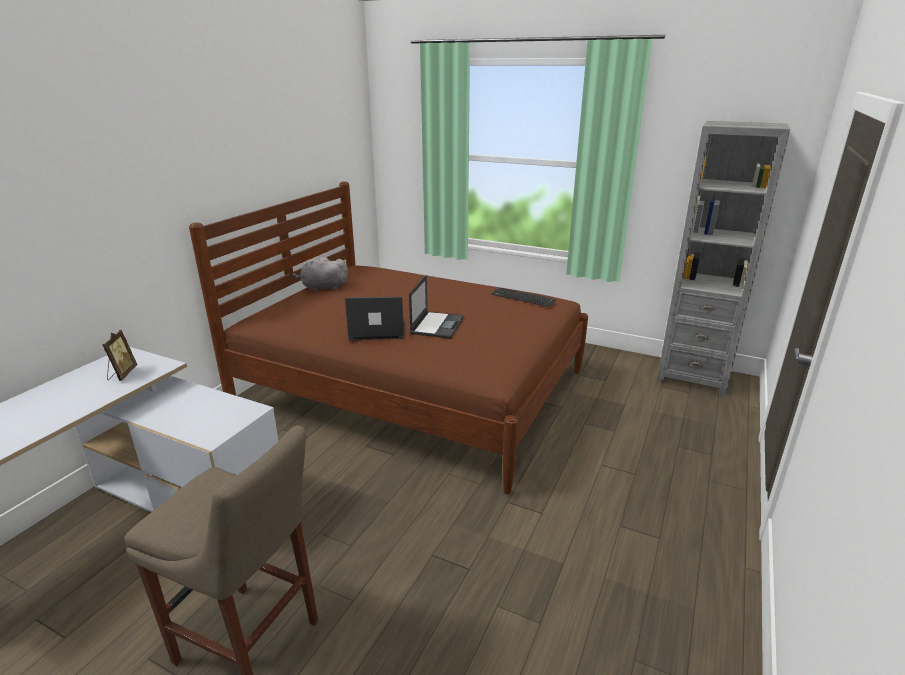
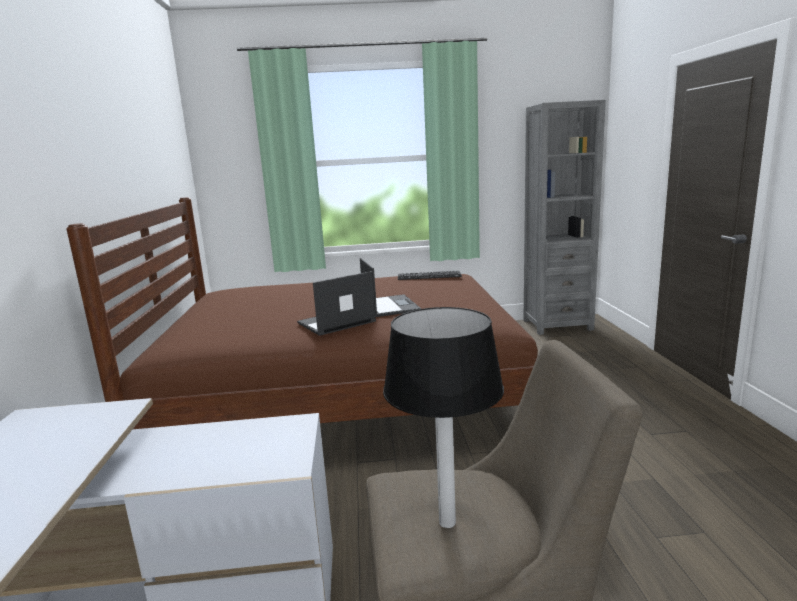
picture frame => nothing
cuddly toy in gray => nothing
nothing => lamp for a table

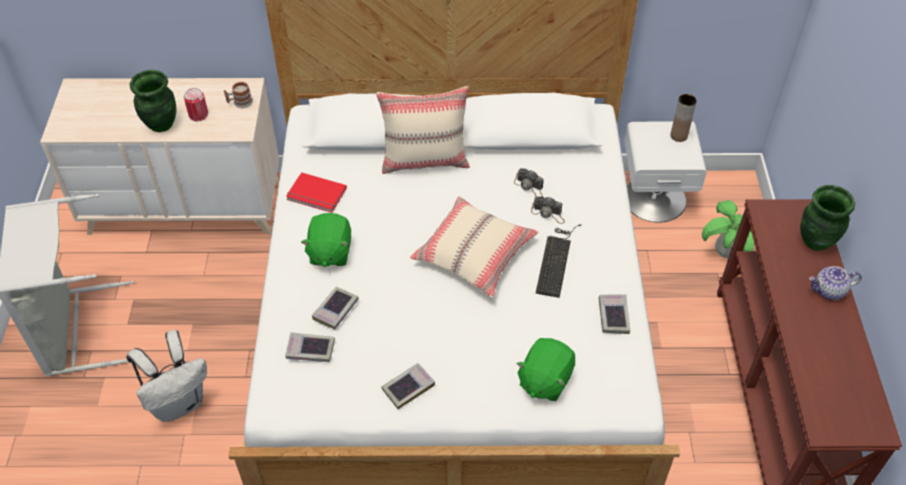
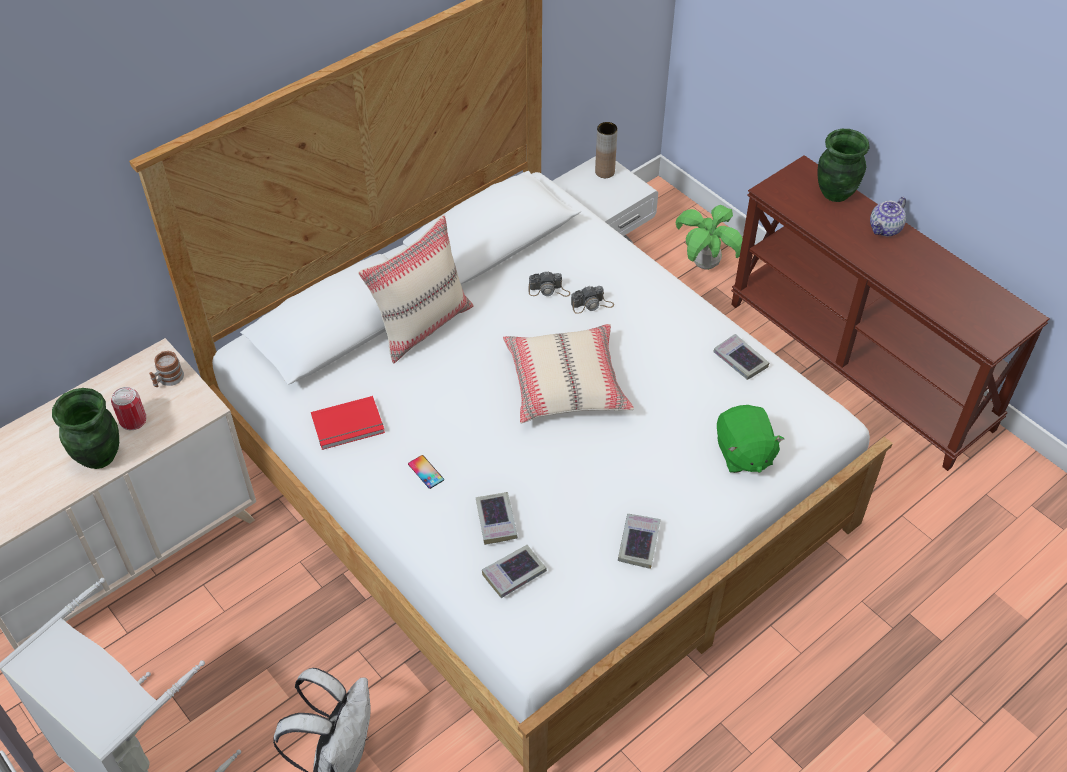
computer keyboard => nothing
cuddly toy in greenish (1st from left) => telephone

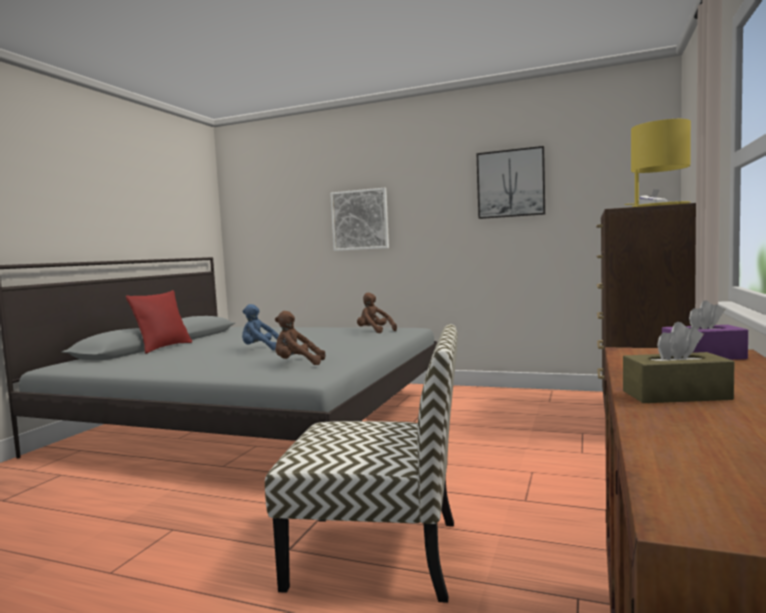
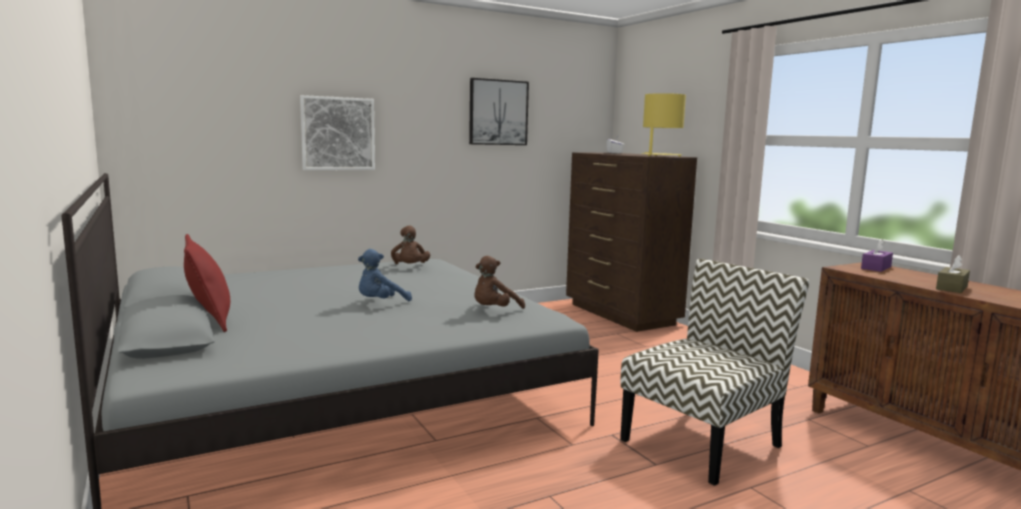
cuddly toy in brownish (2nd from left in the first image) => cuddly toy in brownish (1st from left), 90 degrees counterclockwise

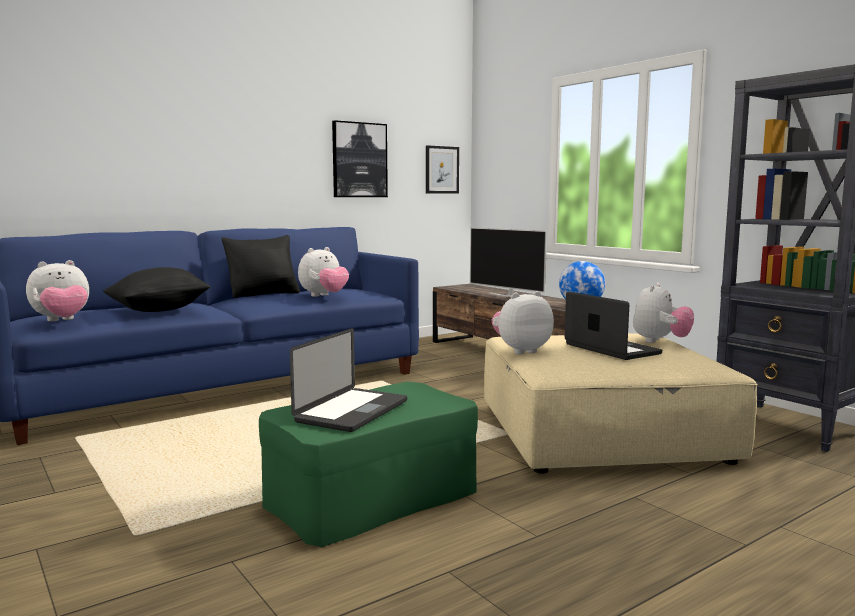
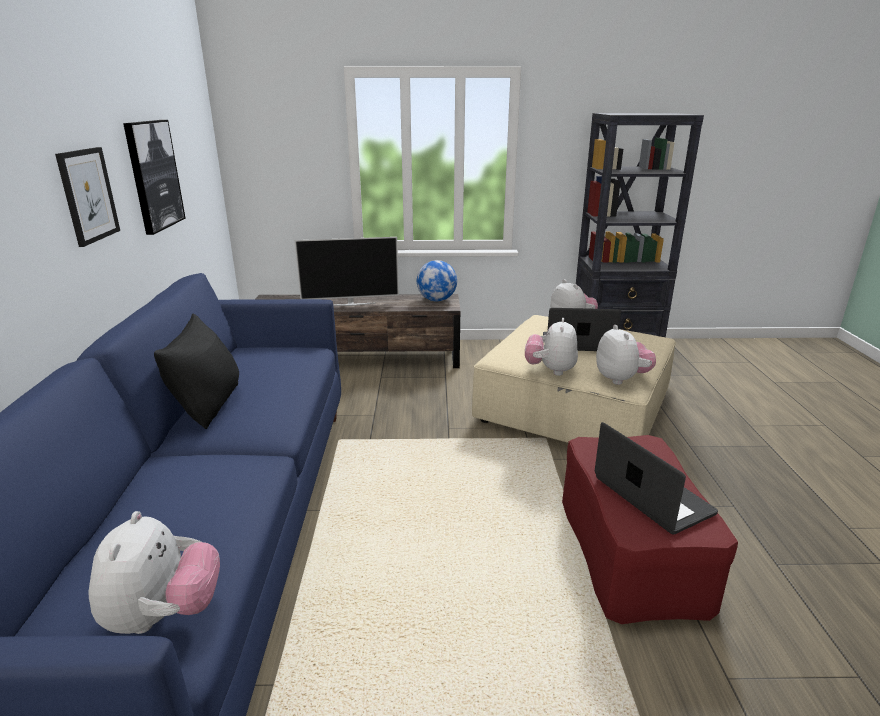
throw pillow in black-coloured (1st from left) => nothing
cuddly toy (2nd from left in the first image) => cuddly toy (4th from left), moved
wall art (2nd from left in the first image) => wall art (1st from left), moved
ottoman in greenish => ottoman in red

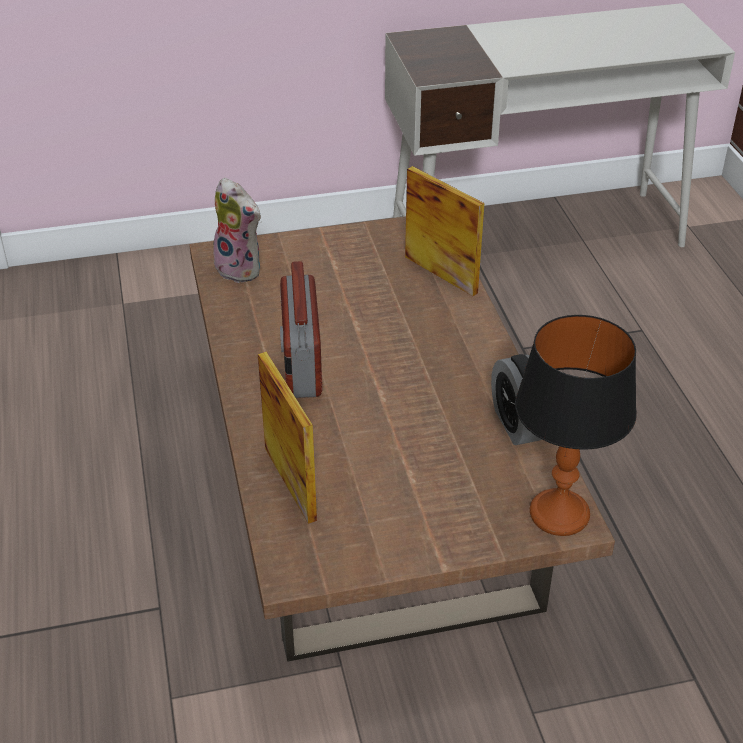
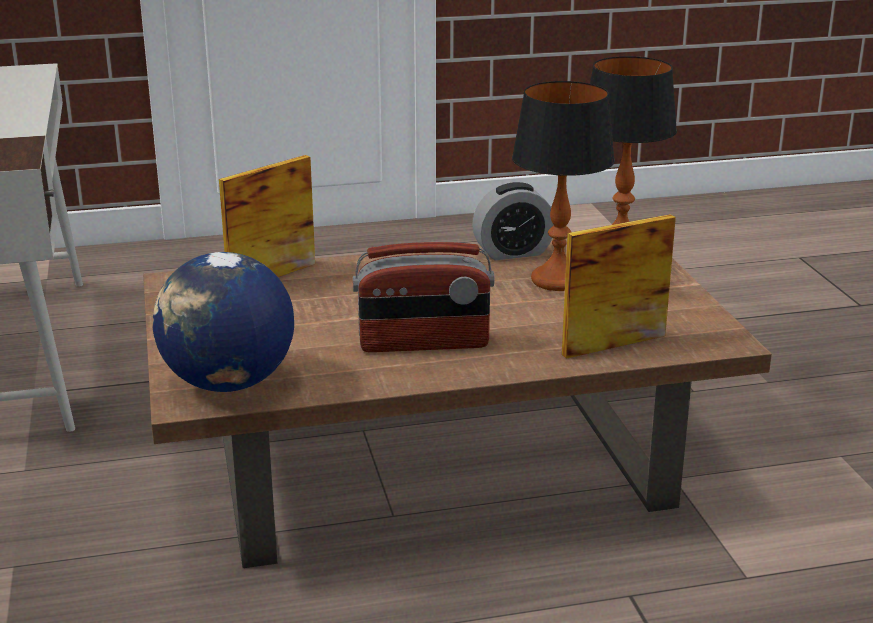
nothing => lamp for a table (1st from left)
cuddly toy => desk globe

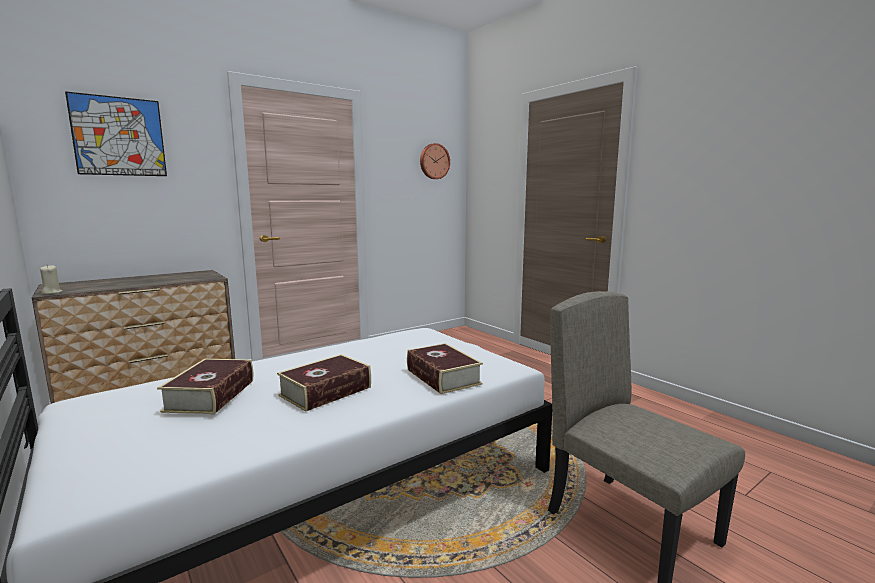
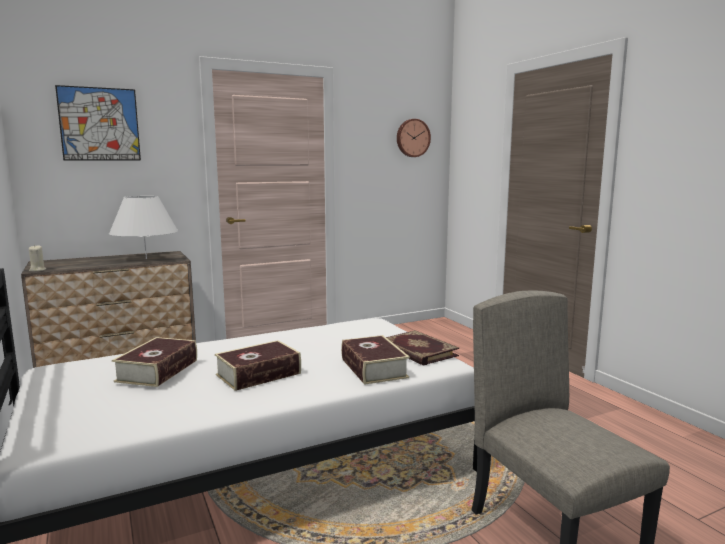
nothing => lamp for a table in white
nothing => book (4th from left)

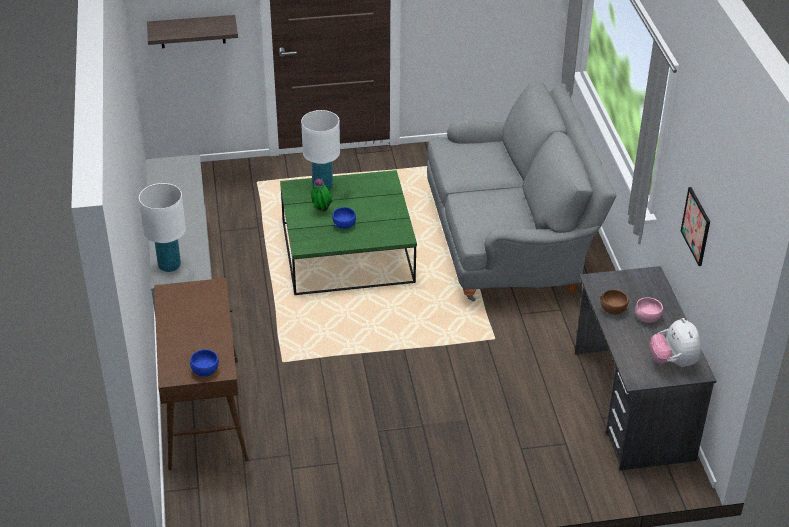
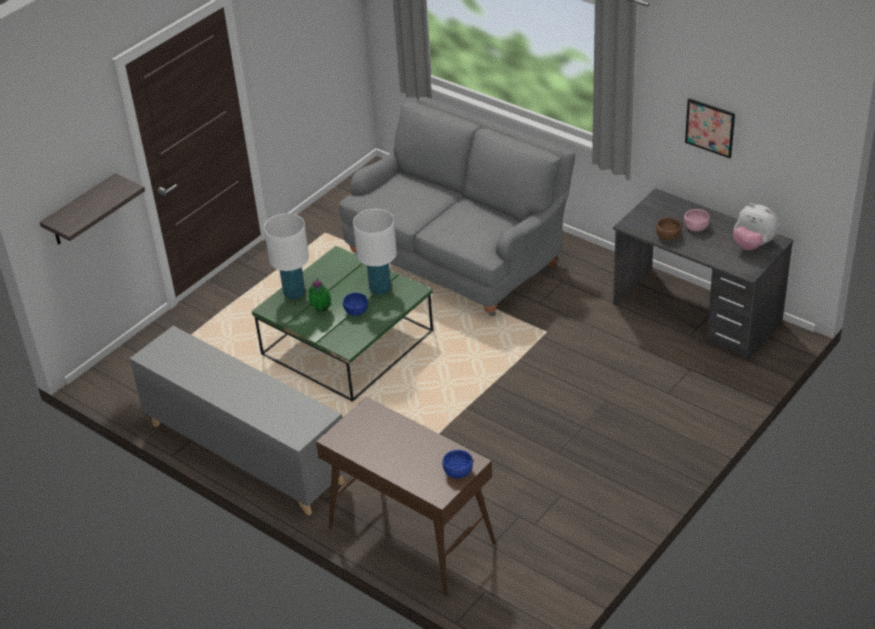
lamp for a table in white (1st from left in the first image) => lamp for a table in white (2nd from left), moved

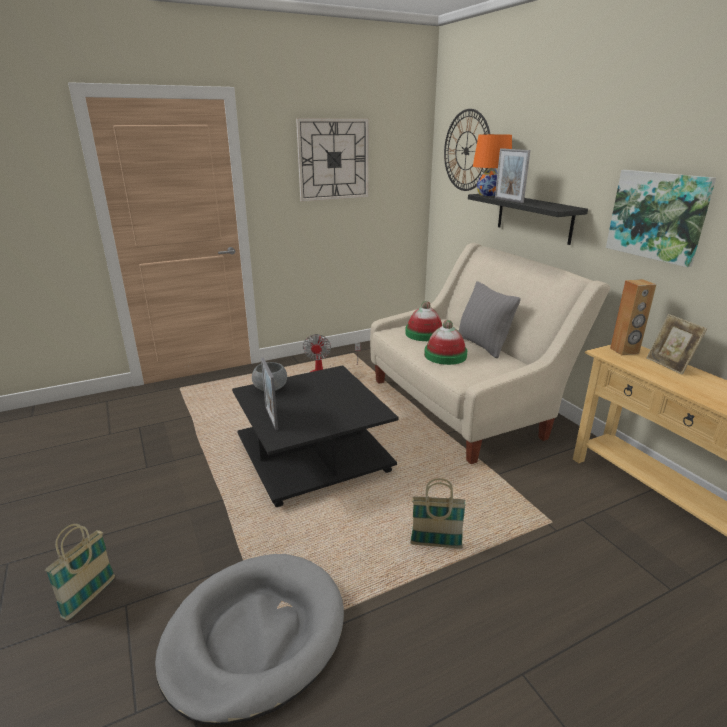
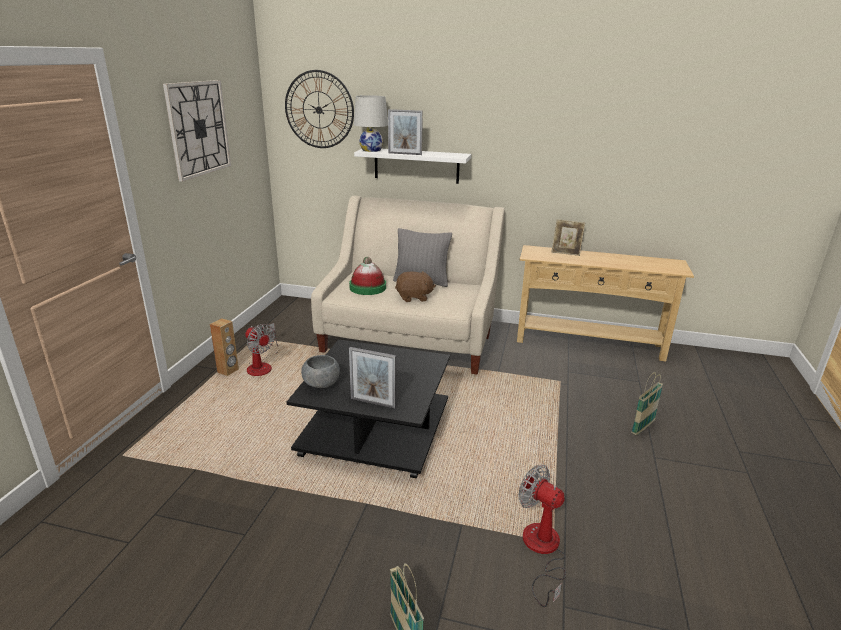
wall art => nothing
household basket (2nd from left), moved
speaker in brownish, moved
dog bed in gray => electric fan (2nd from left)
wearable hat (2nd from left) => cuddly toy in brownish
bracket shelf in black-coloured => bracket shelf in white
lamp for a table in orangey => lamp for a table in white

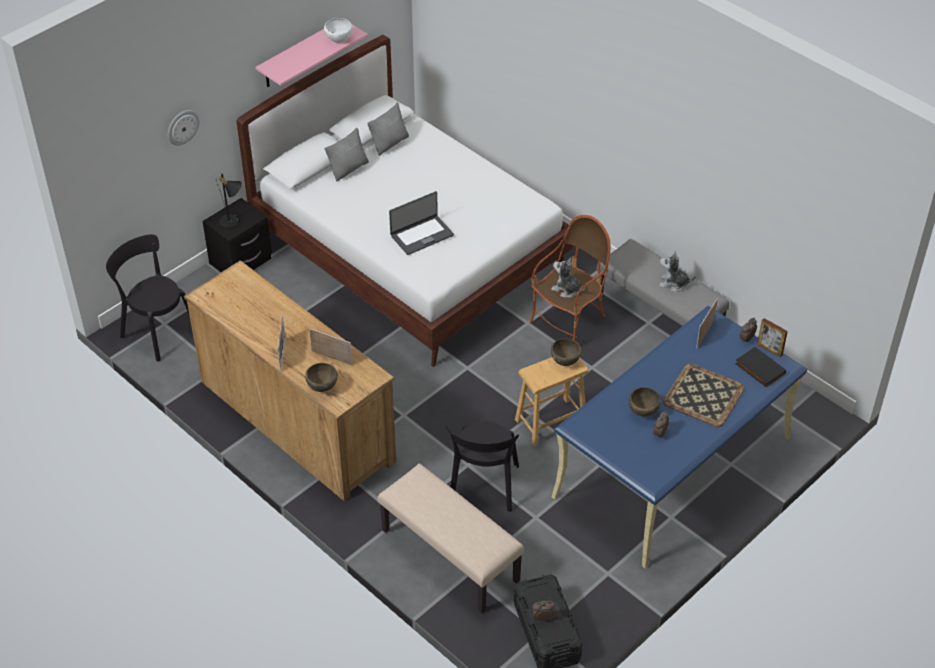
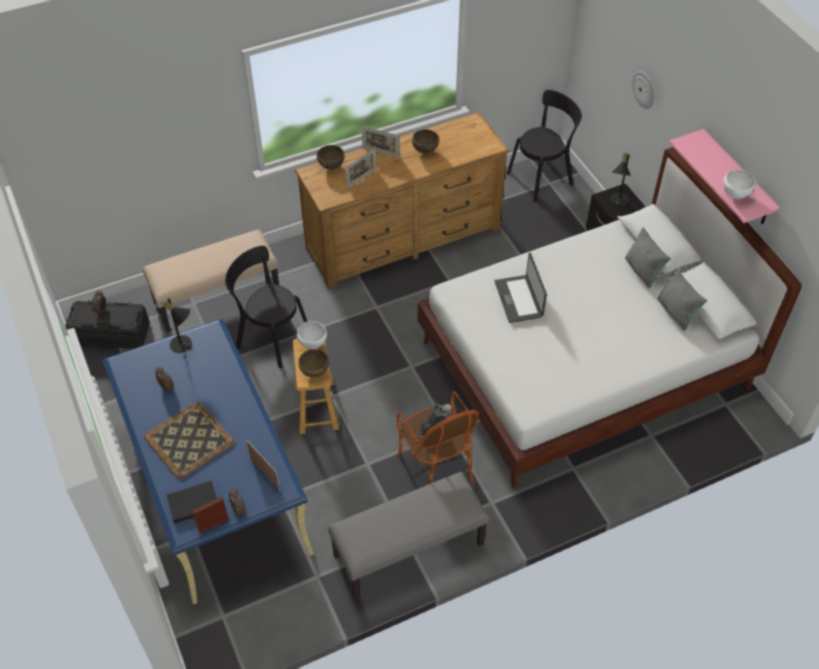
cuddly toy (2nd from left) => nothing
nothing => lamp for a table in black-coloured (1st from left)
nothing => serving bowl in white (1st from left)
serving bowl in brownish (3rd from left), moved

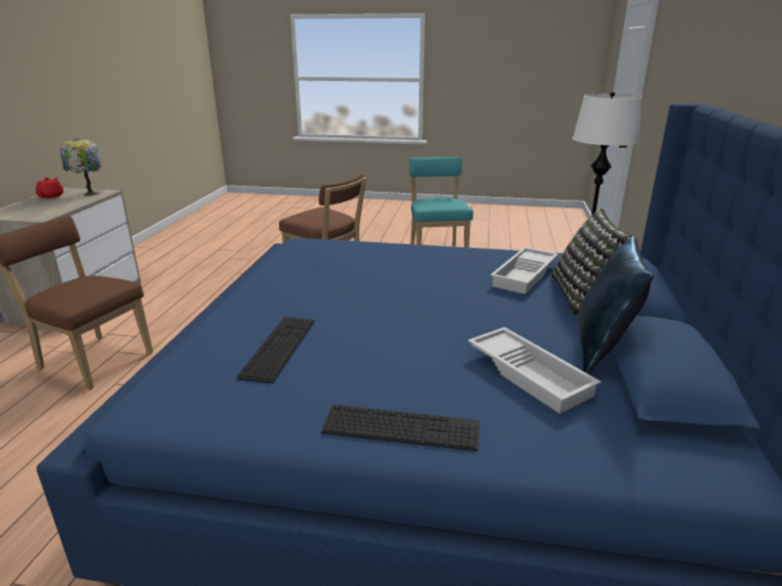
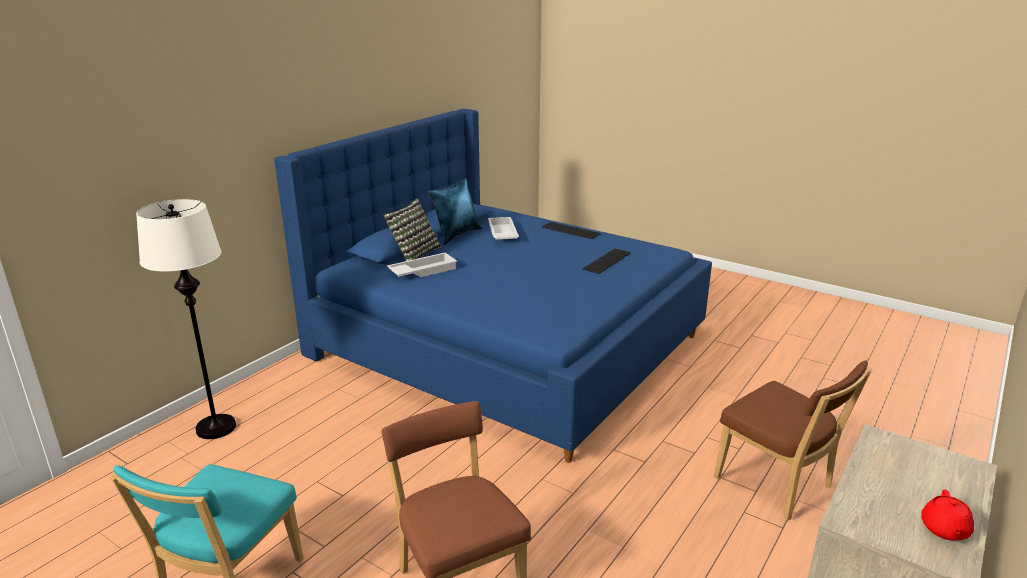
lamp for a table => nothing

